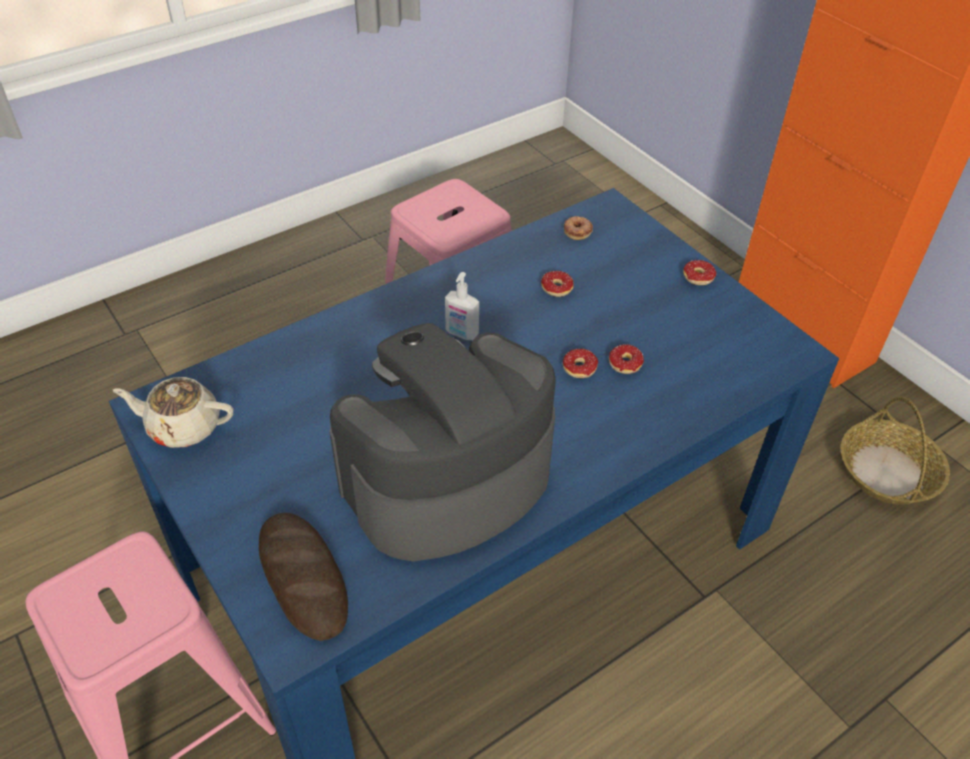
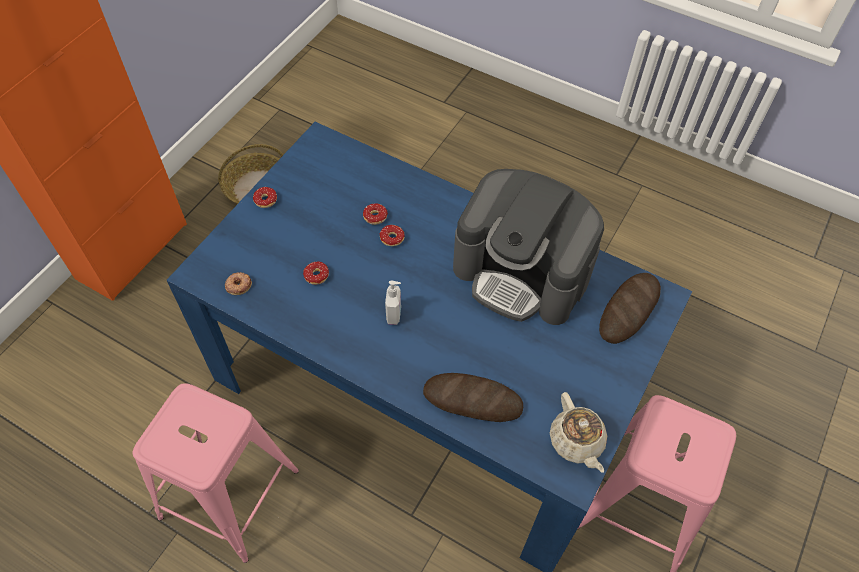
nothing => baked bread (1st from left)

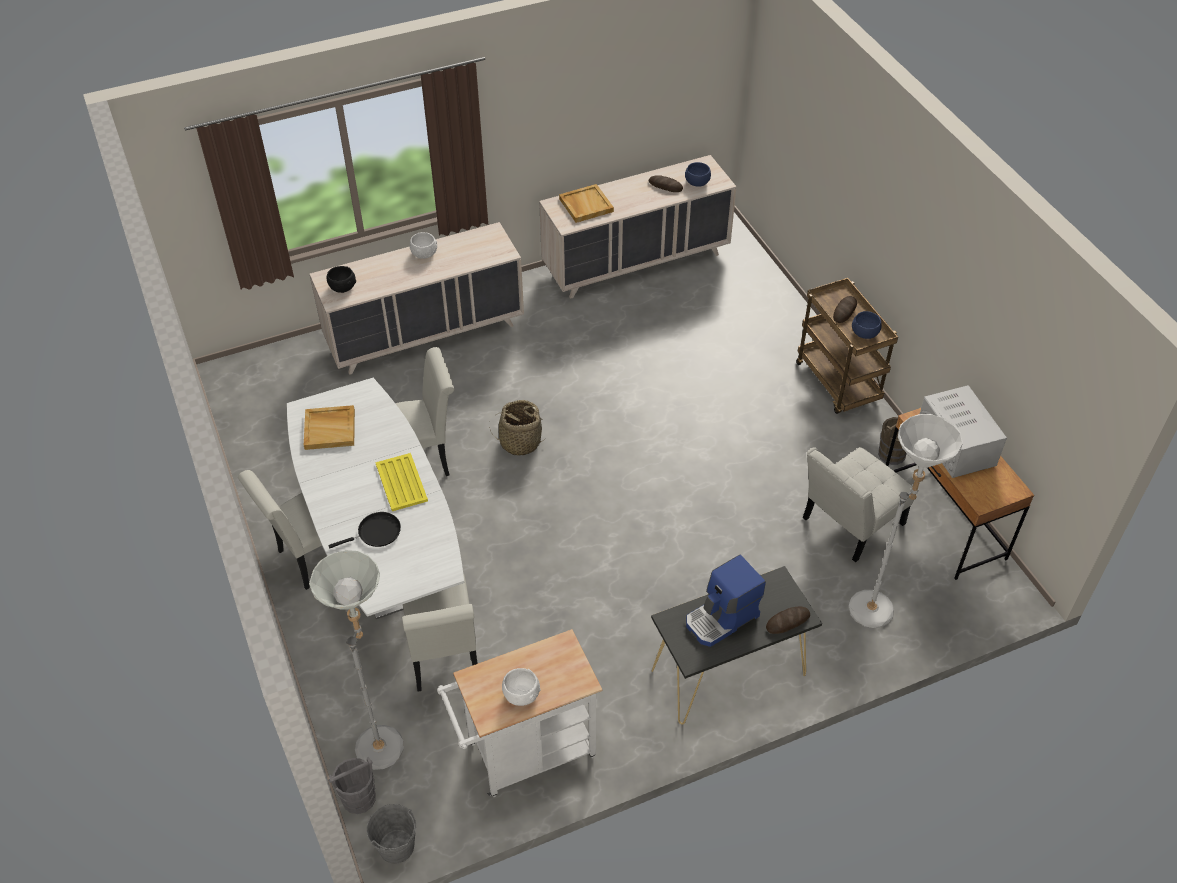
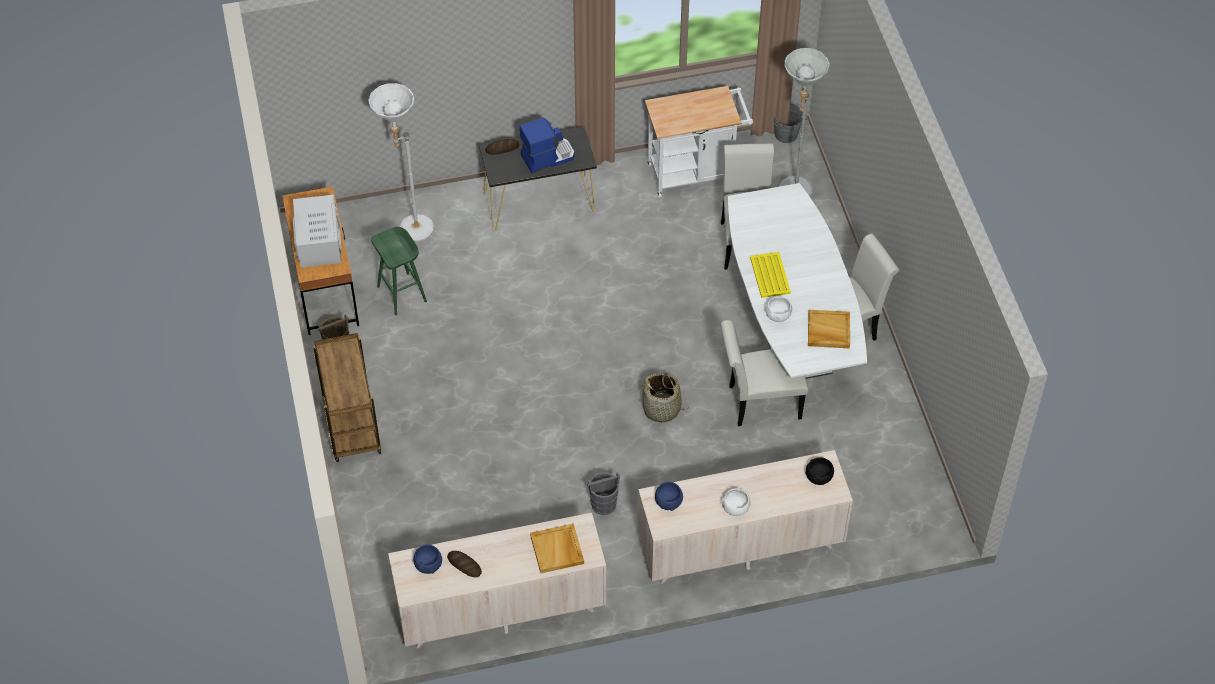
pan in black-coloured => nothing
baked bread (3rd from left) => nothing
water bucket in gray (1st from left), moved
serving bowl in white (2nd from left), moved
serving bowl in blue-coloured (2nd from left), moved
chair in white (4th from left) => sitting stool in greenish

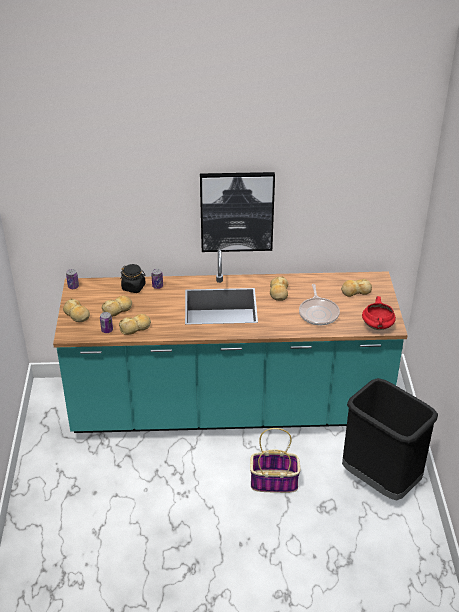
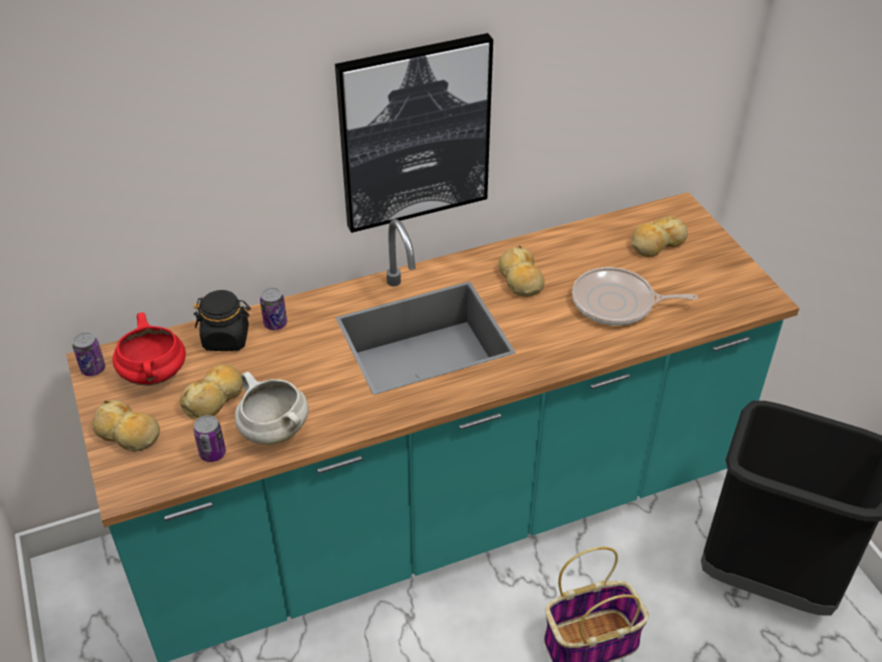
cooking pot in red, moved
baked bread (3rd from left) => cooking pot in white
pan, 120 degrees clockwise

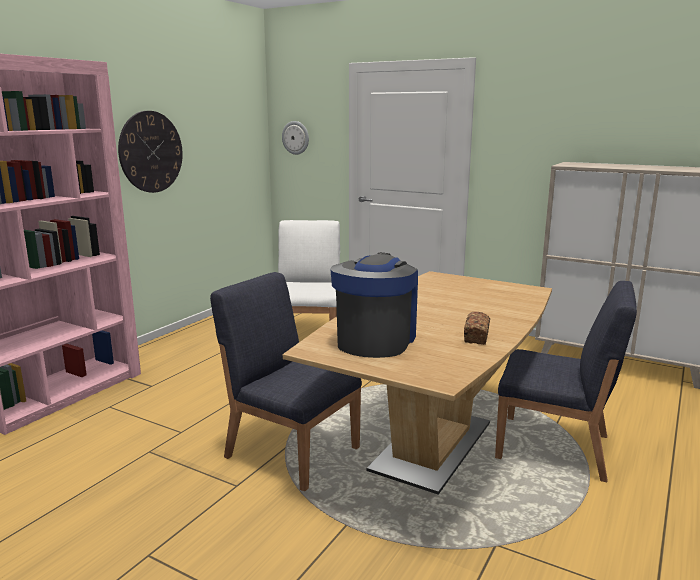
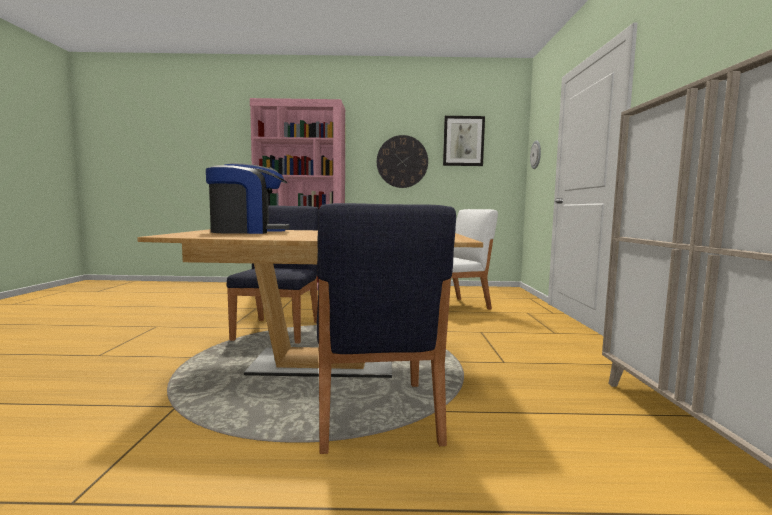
baked bread => nothing
nothing => wall art

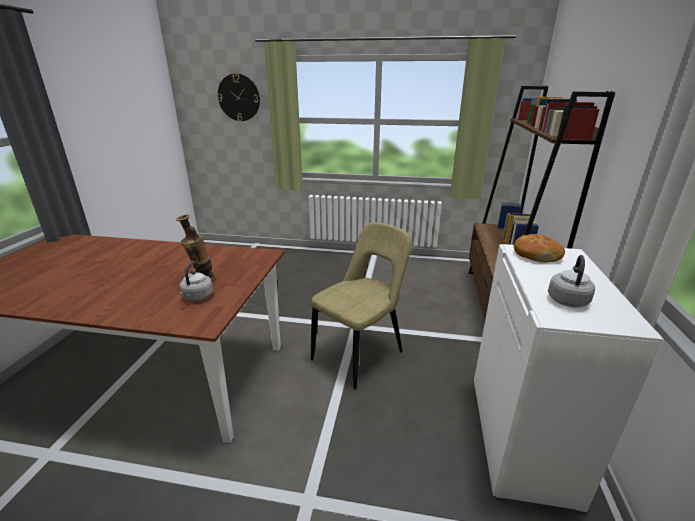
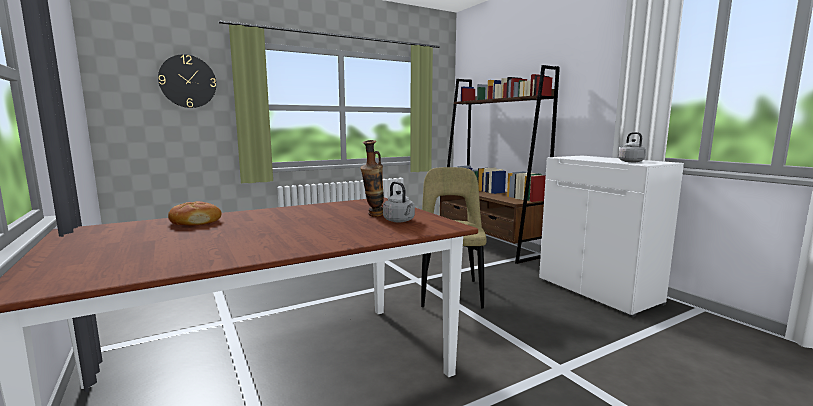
baked bread, moved

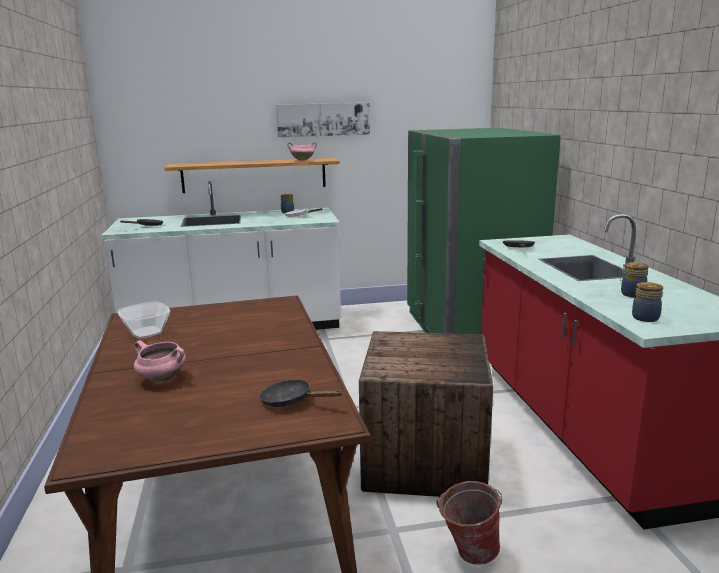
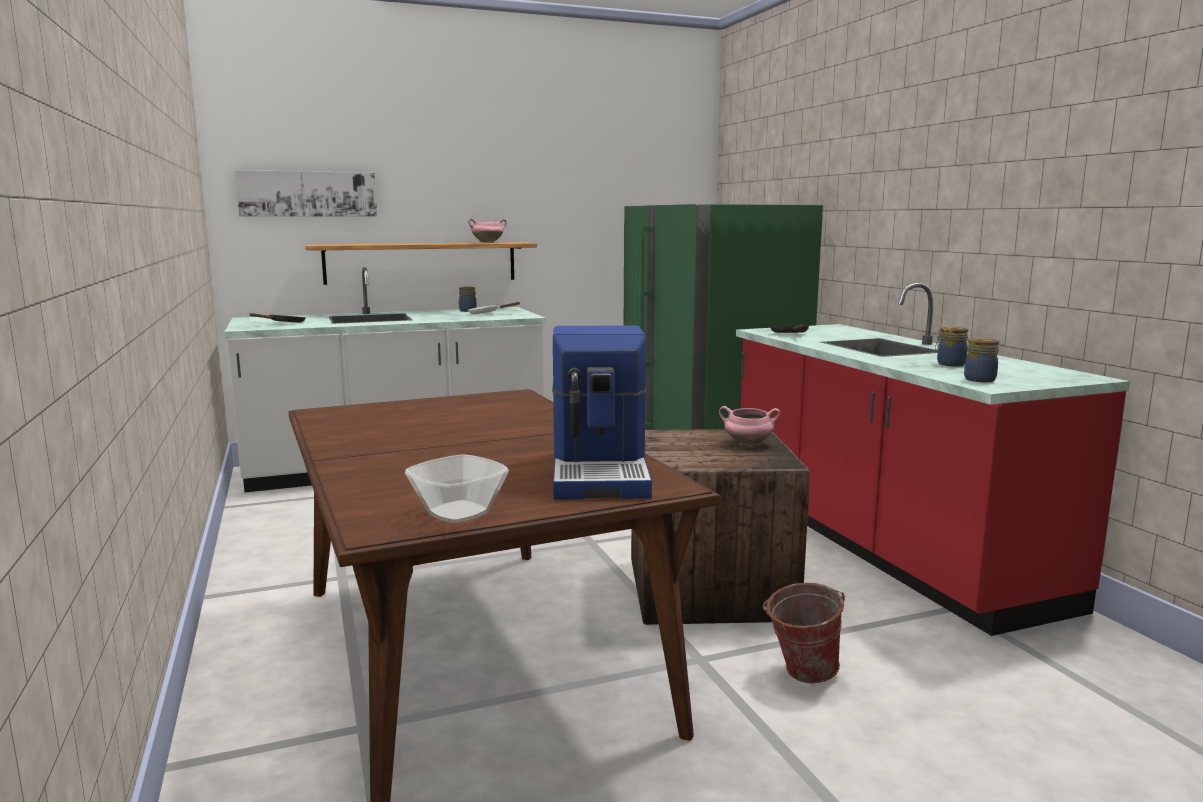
serving bowl, moved
cooking pot in pink (1st from left in the first image) => cooking pot in pink (2nd from left), moved
wall art, moved
pan in black-coloured (2nd from left) => coffee brewer

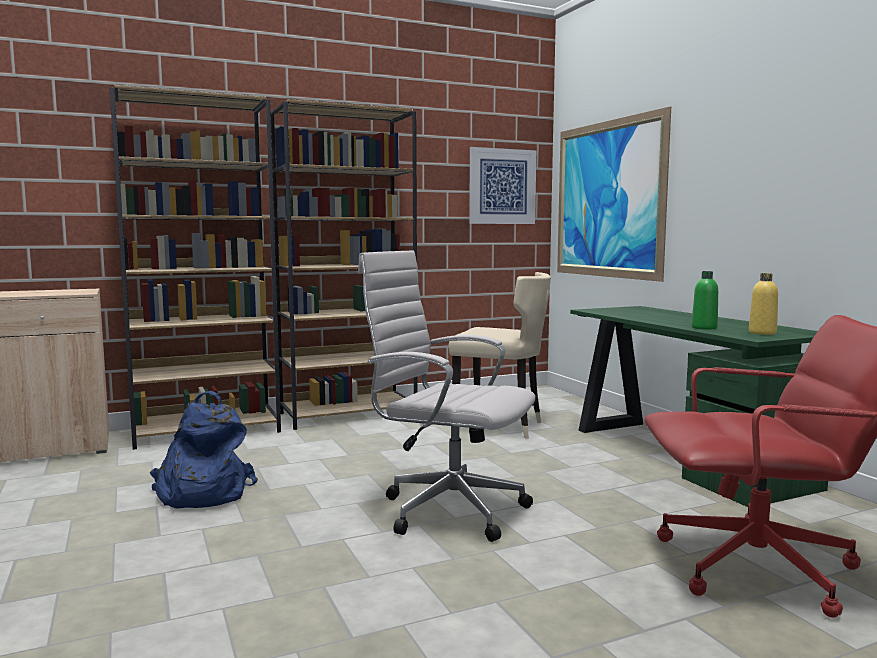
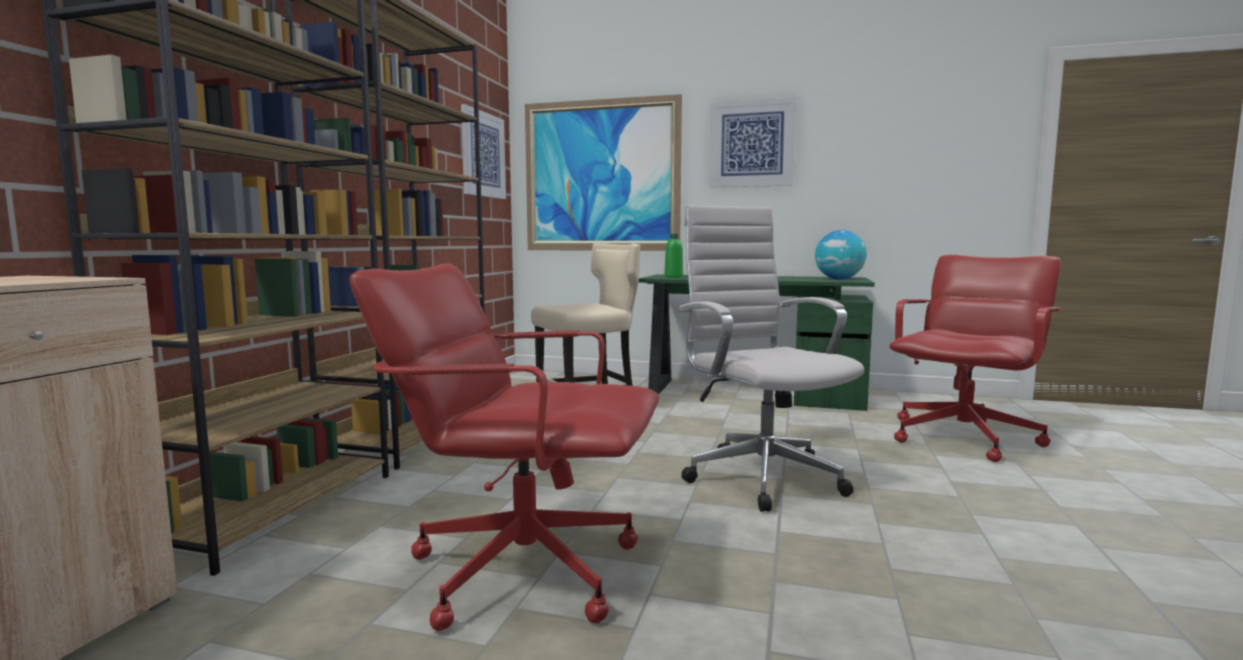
nothing => wall art (3rd from left)
beverage bottle in greenish, moved
backpack in blue-coloured => computer chair in red (1st from left)
beverage bottle in yellowish => desk globe
computer chair in white, 90 degrees clockwise

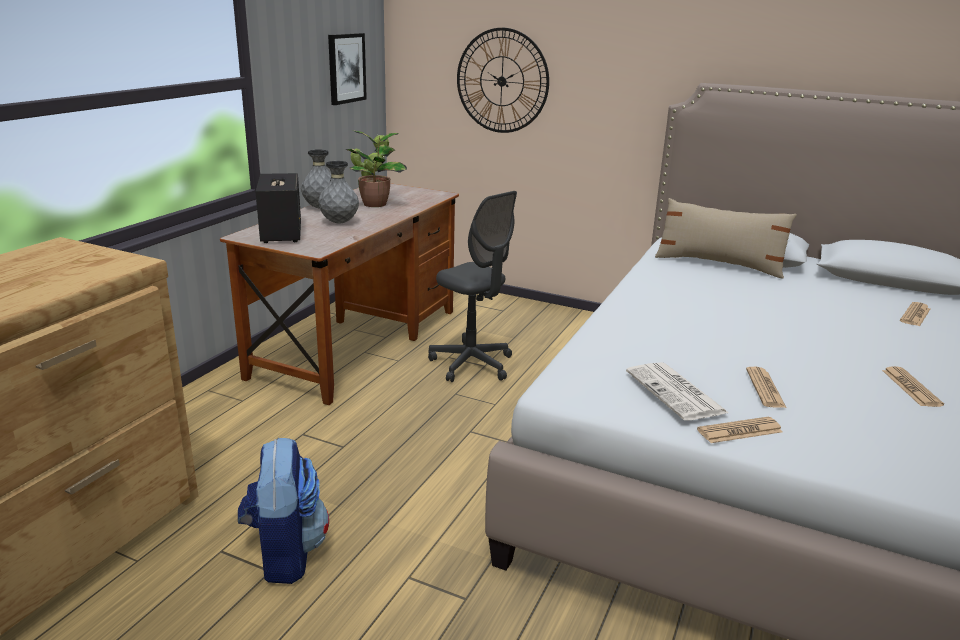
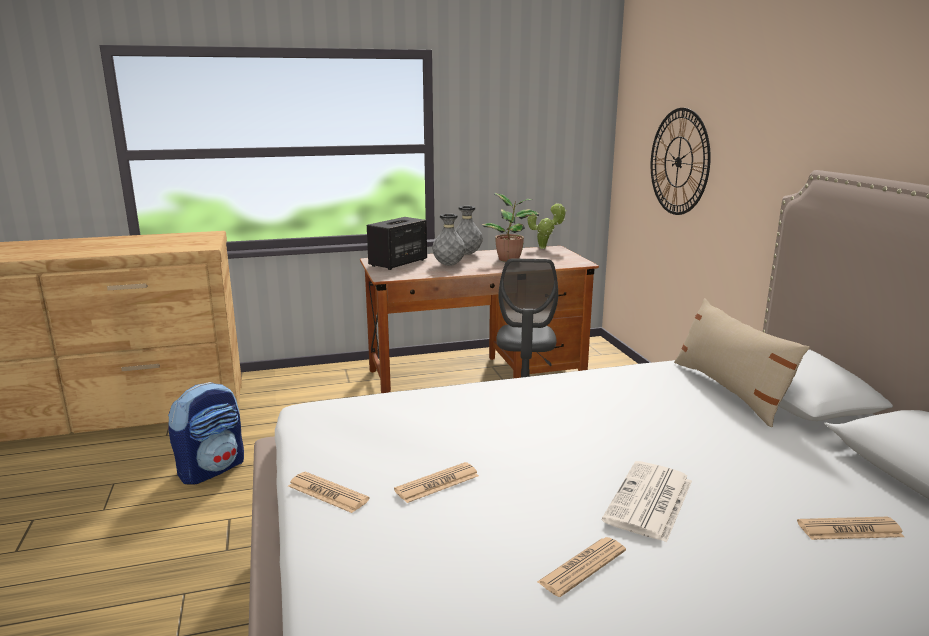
wall art => nothing
newspaper (1st from left in the first image) => newspaper (4th from left), moved

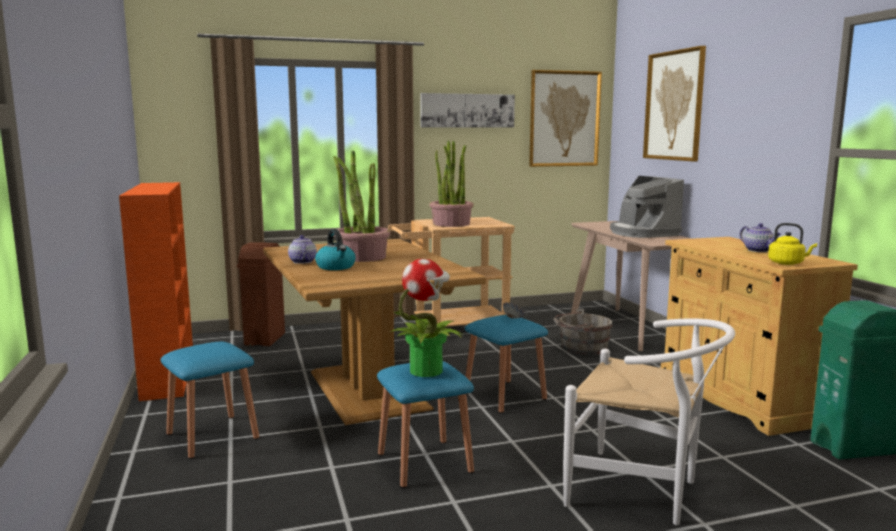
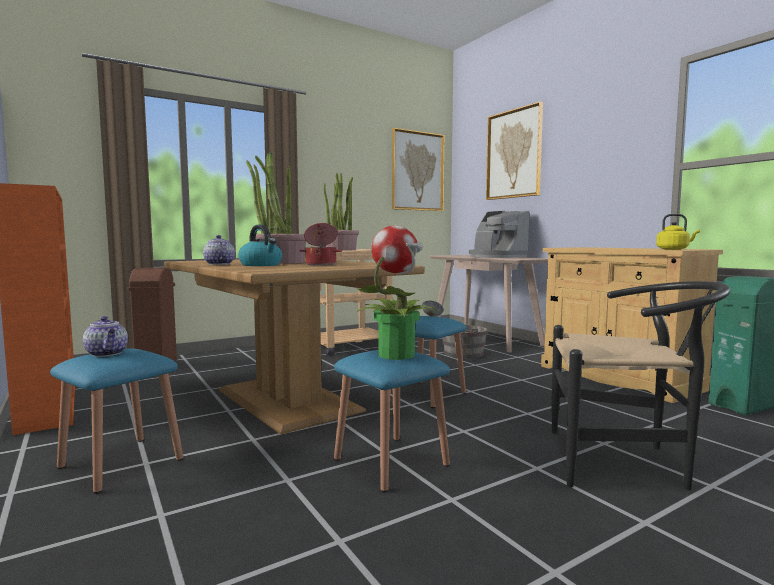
wall art (1st from left) => nothing
nothing => cooking pot
pot for tea (2nd from left in the first image) => pot for tea (1st from left), moved
chair in white => chair in black-coloured

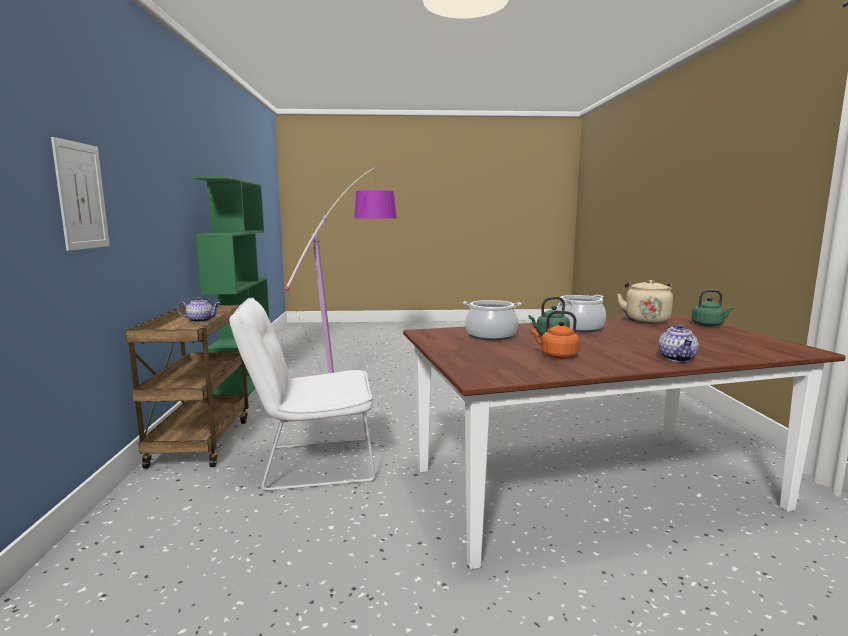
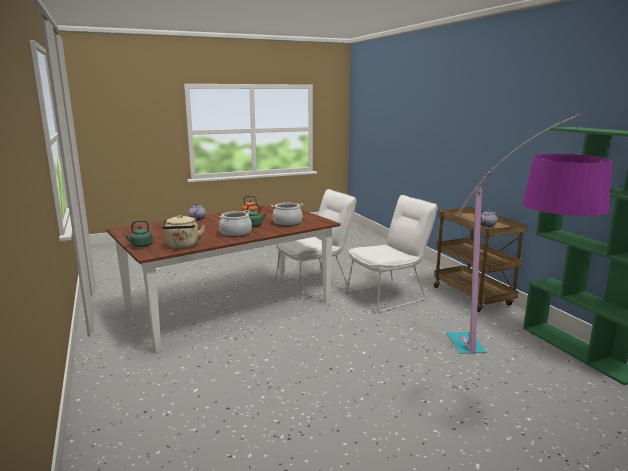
wall art => nothing
nothing => chair in white (1st from left)

